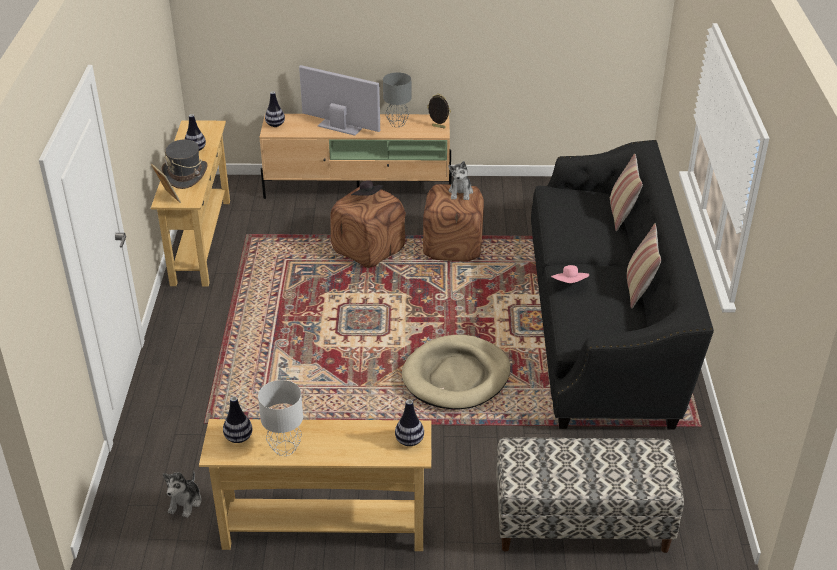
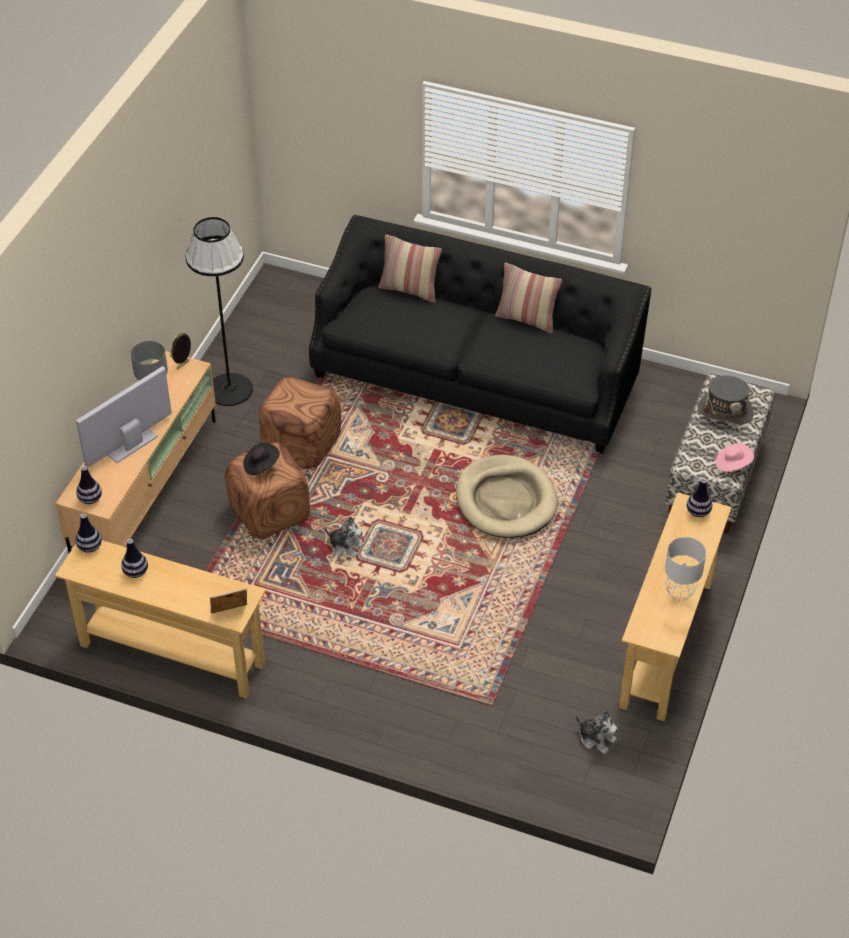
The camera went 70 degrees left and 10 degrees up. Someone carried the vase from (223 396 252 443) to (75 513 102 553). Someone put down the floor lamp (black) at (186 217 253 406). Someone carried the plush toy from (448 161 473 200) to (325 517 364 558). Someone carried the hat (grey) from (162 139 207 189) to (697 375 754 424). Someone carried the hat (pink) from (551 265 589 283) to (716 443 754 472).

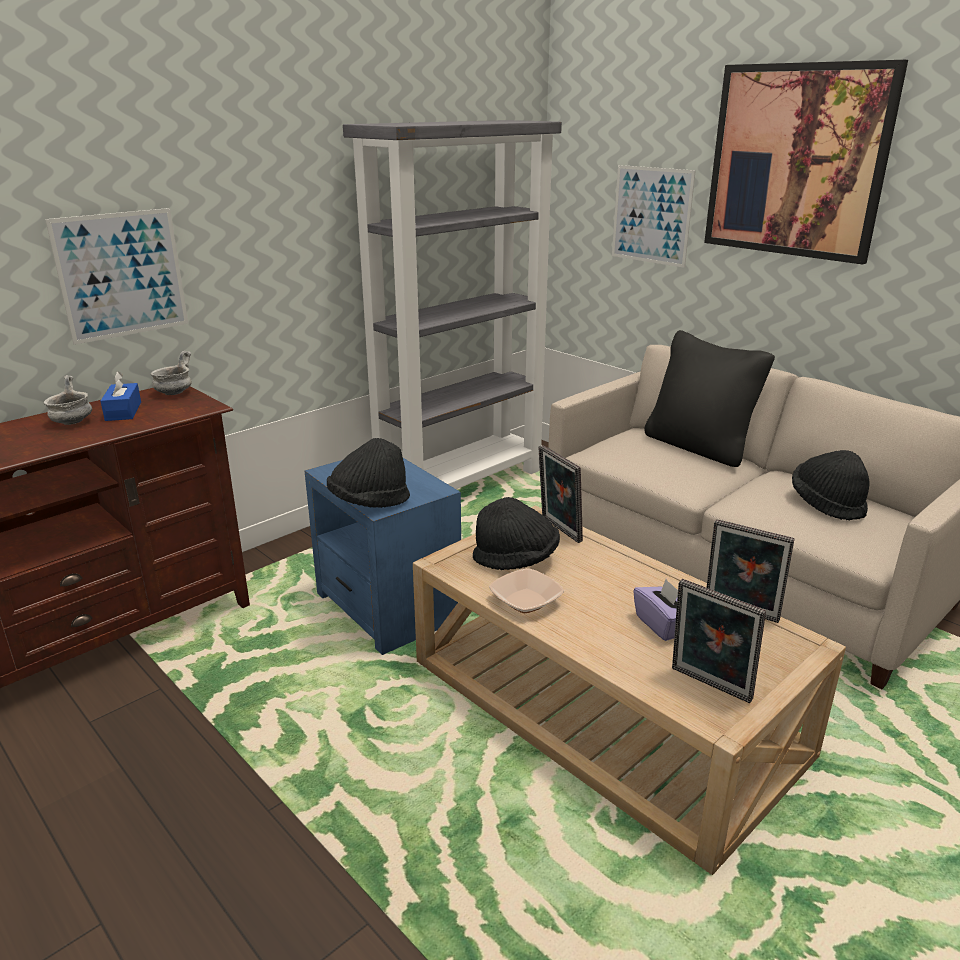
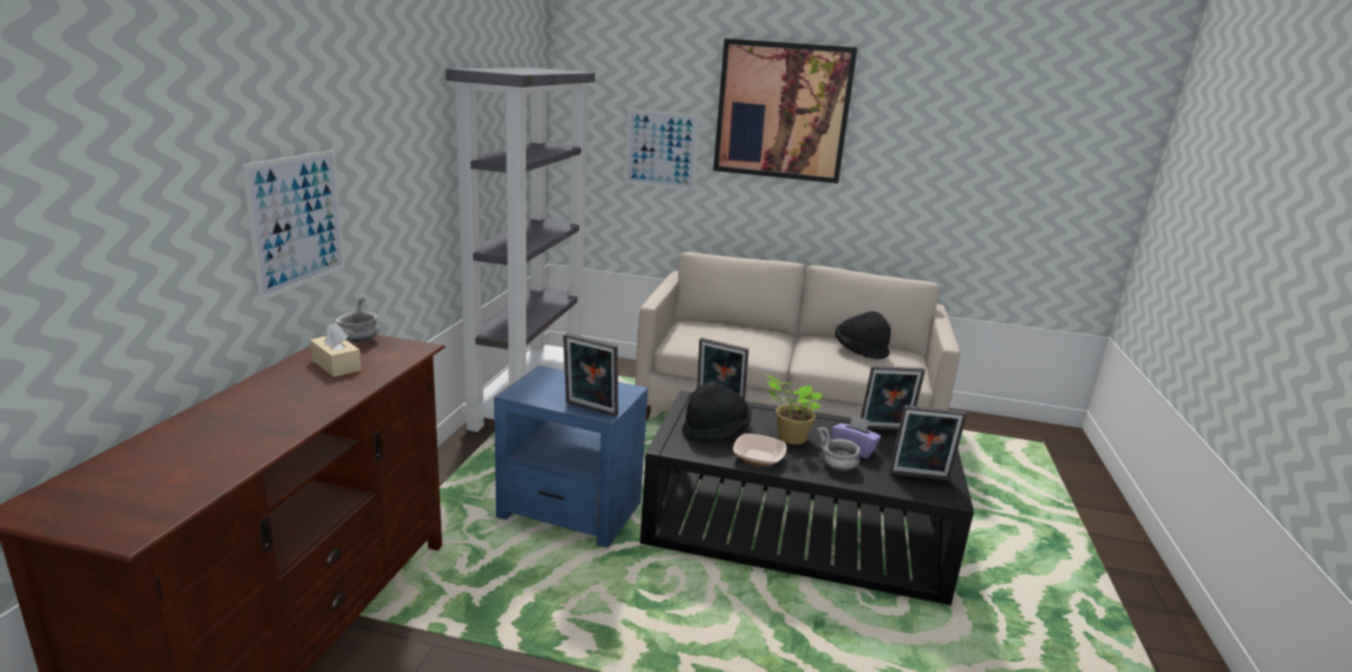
The camera went 35 degrees left and 5 degrees down. Someone repainted the tissue box (blue) at (101 371 141 421), which became the tissue box (beige) at (310 323 362 377). Someone swapped the hat (black) at (327 438 410 508) for the picture frame at (563 333 618 417). Someone repainted the coffee table (beige) at (413 506 846 875), which became the coffee table (black) at (640 391 974 605). Someone put down the potted plant at (765 374 822 445). Someone carried the bowl (grey) from (44 375 92 425) to (817 427 860 471). Someone took away the pillow (black) at (644 330 775 467).

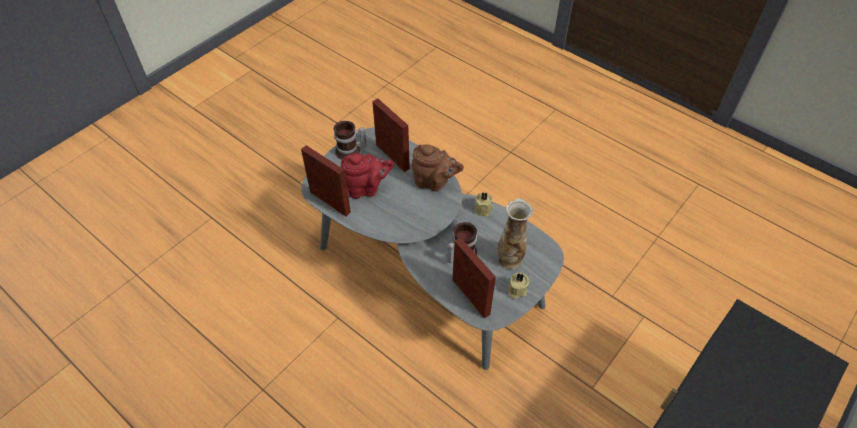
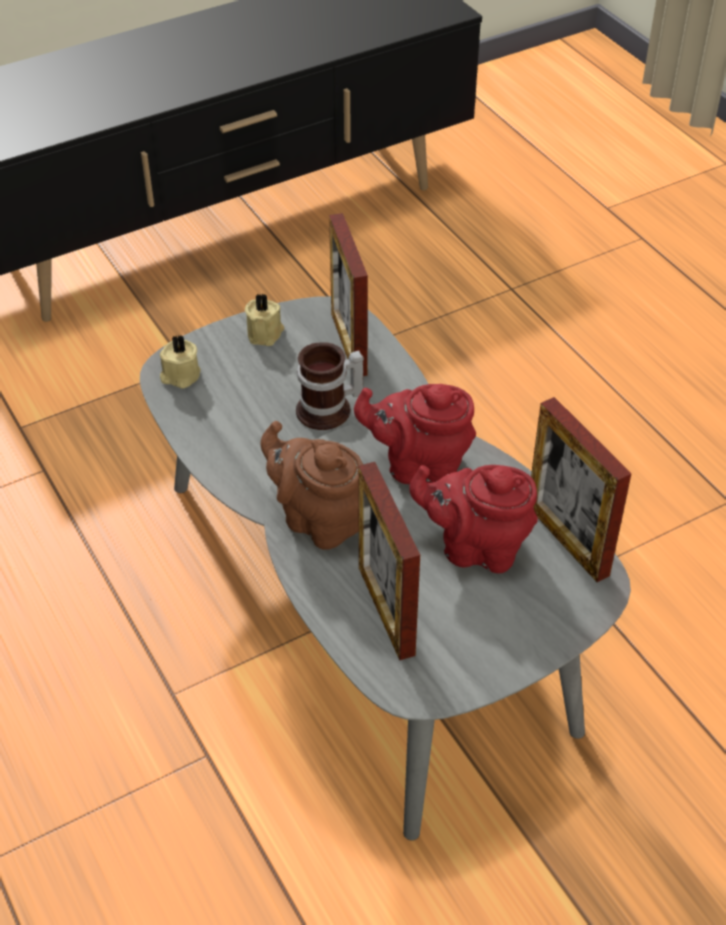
The camera went 160 degrees left and 5 degrees down. Someone carried the candle (beige) from (475 192 493 216) to (160 334 201 389). Someone put down the teapot (red) at (354 384 476 484). Someone took away the mug at (334 121 367 160). Someone took away the vase at (498 198 534 269).

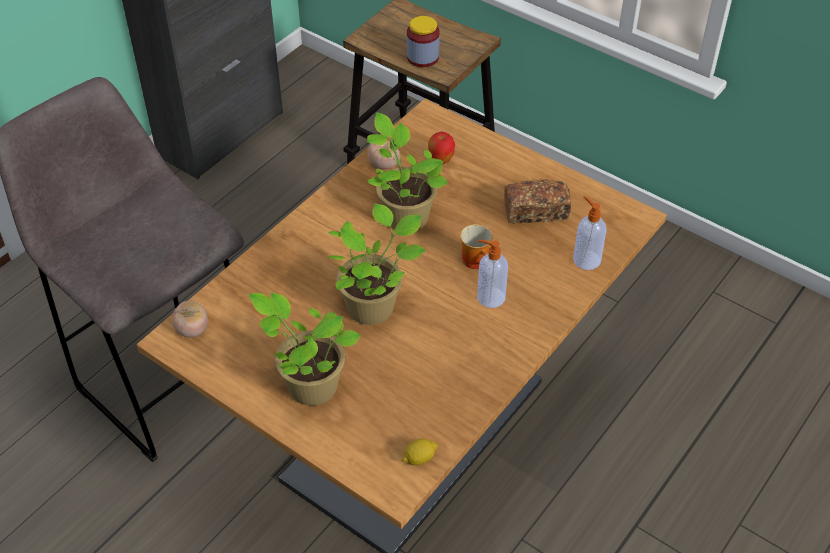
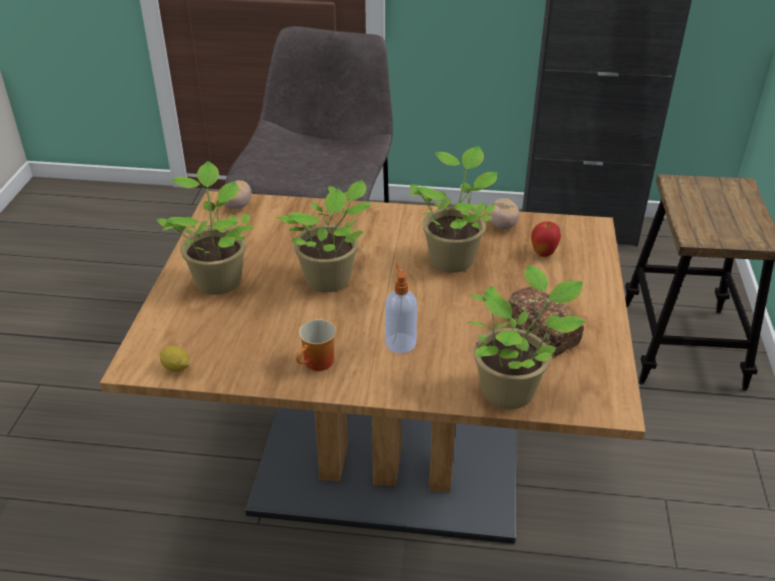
The camera went 60 degrees right and 10 degrees down. Someone carried the mug from (460 224 493 269) to (296 319 336 371). Someone swapped the soap dispenser at (573 196 607 270) for the potted plant at (468 265 585 409). Someone took away the jar at (407 16 440 67).

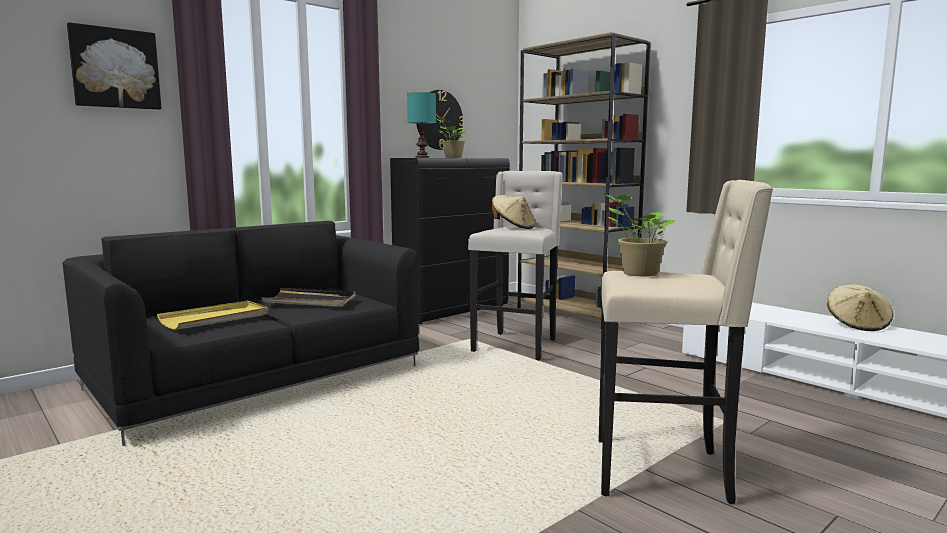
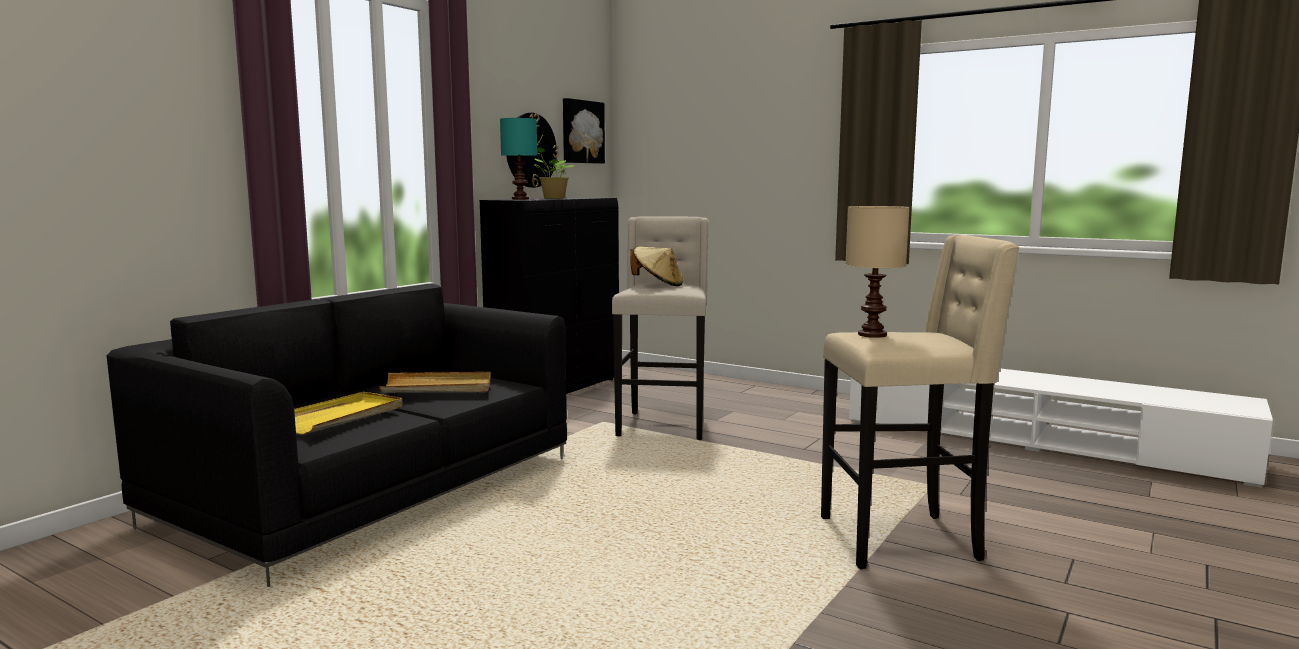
The camera went 15 degrees left and 0 degrees up. Someone repainted the tray (black) at (260 288 356 307), which became the tray (beige) at (379 372 491 393). Someone carried the picture from (67 22 162 110) to (563 98 605 164). Someone swapped the potted plant at (604 194 675 276) for the table lamp (beige) at (845 206 910 338). Someone took away the bookcase (brown) at (518 32 651 325). Someone took away the hat (beige) at (827 284 893 331).

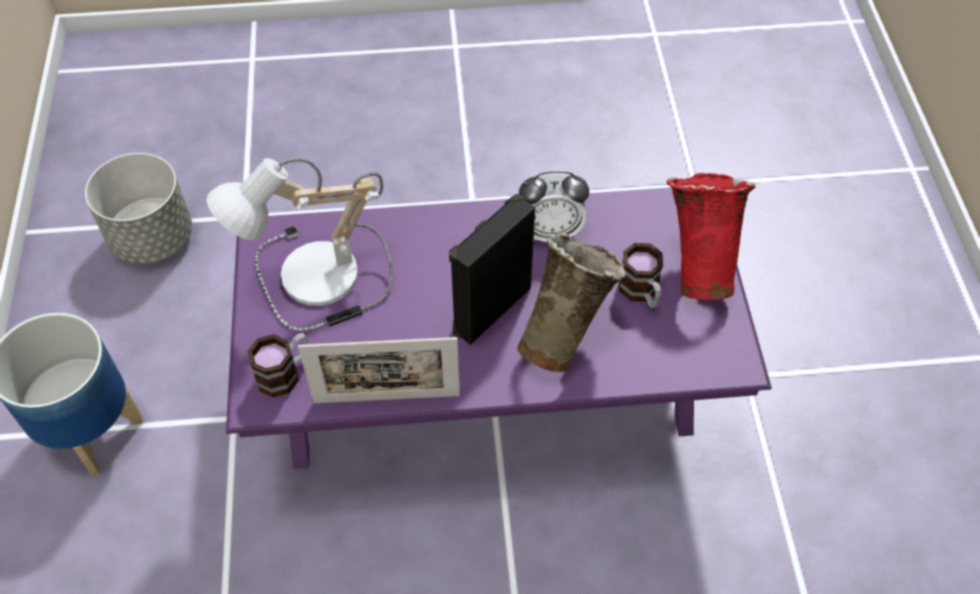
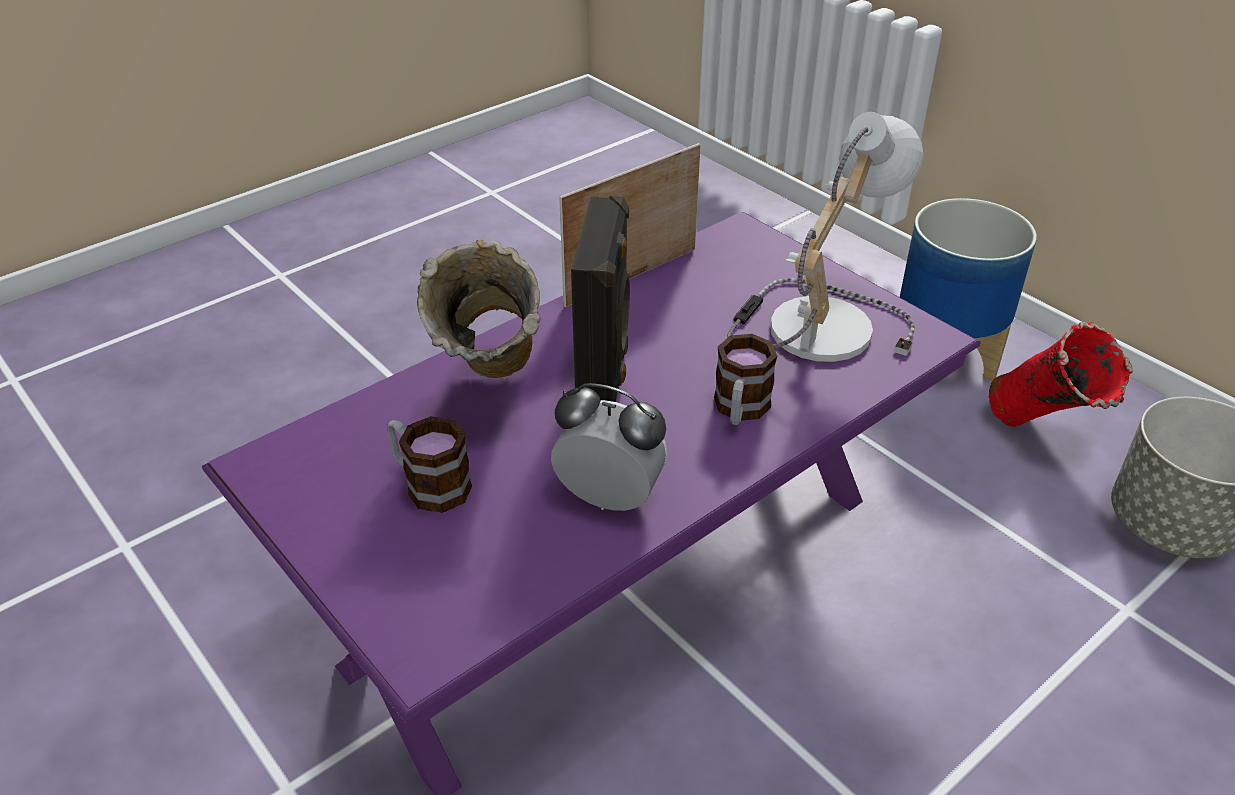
The camera went 145 degrees right and 15 degrees down. Someone rotated the alarm clock at (519 171 589 242) by 60 degrees clockwise. Someone carried the mug from (247 333 308 397) to (714 334 777 425). Someone carried the vase (red) from (667 173 755 300) to (989 322 1133 427).

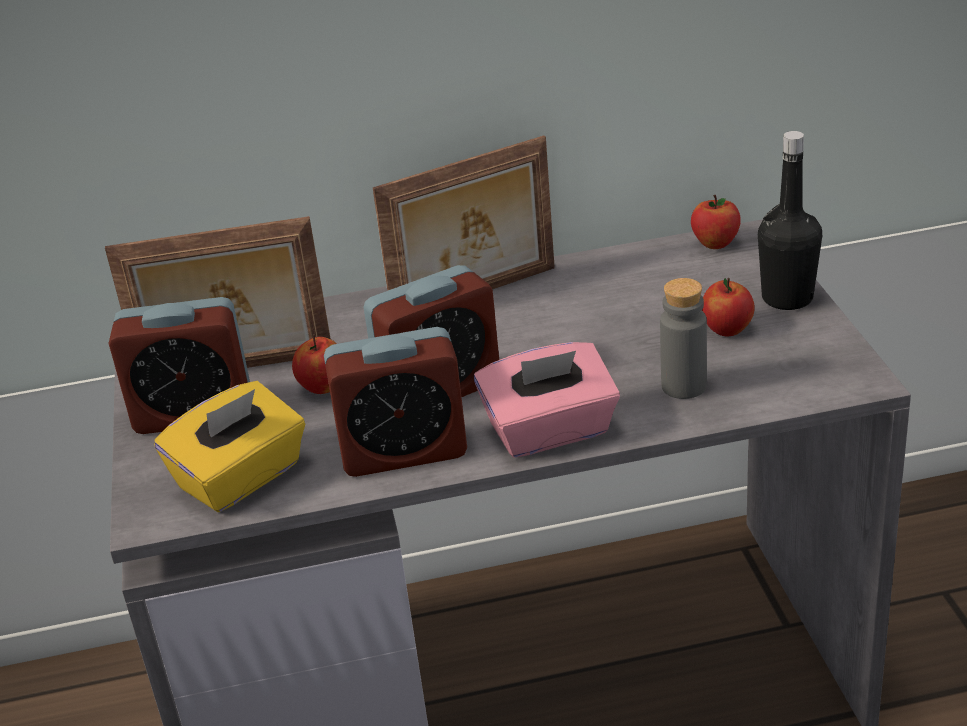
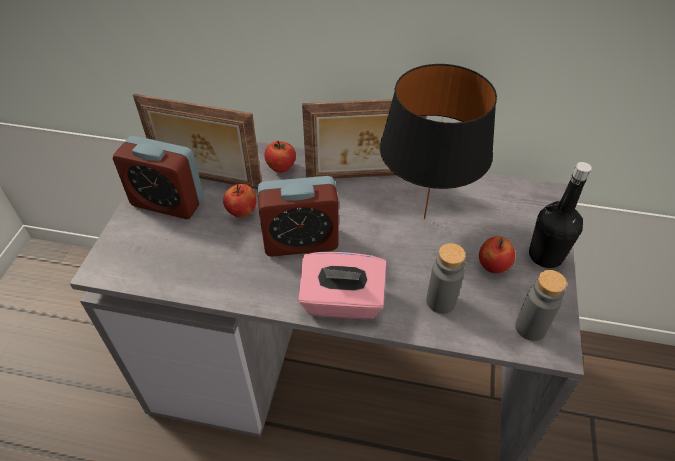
The camera went 20 degrees right and 15 degrees up. Someone carried the apple from (691 195 741 249) to (264 141 296 173). Someone put down the table lamp (black) at (380 64 497 219). Someone put down the bottle (grey) at (515 270 567 341). Someone took away the tissue box (yellow) at (154 381 305 512). Someone took away the alarm clock at (324 327 467 477).

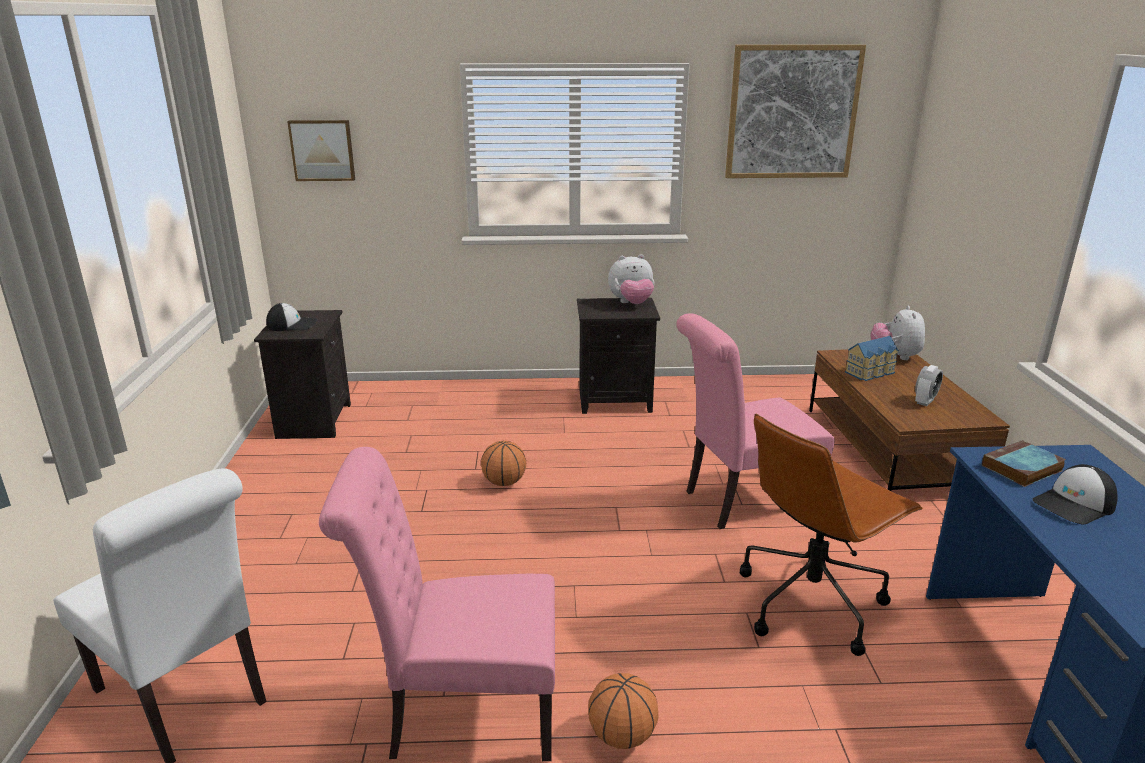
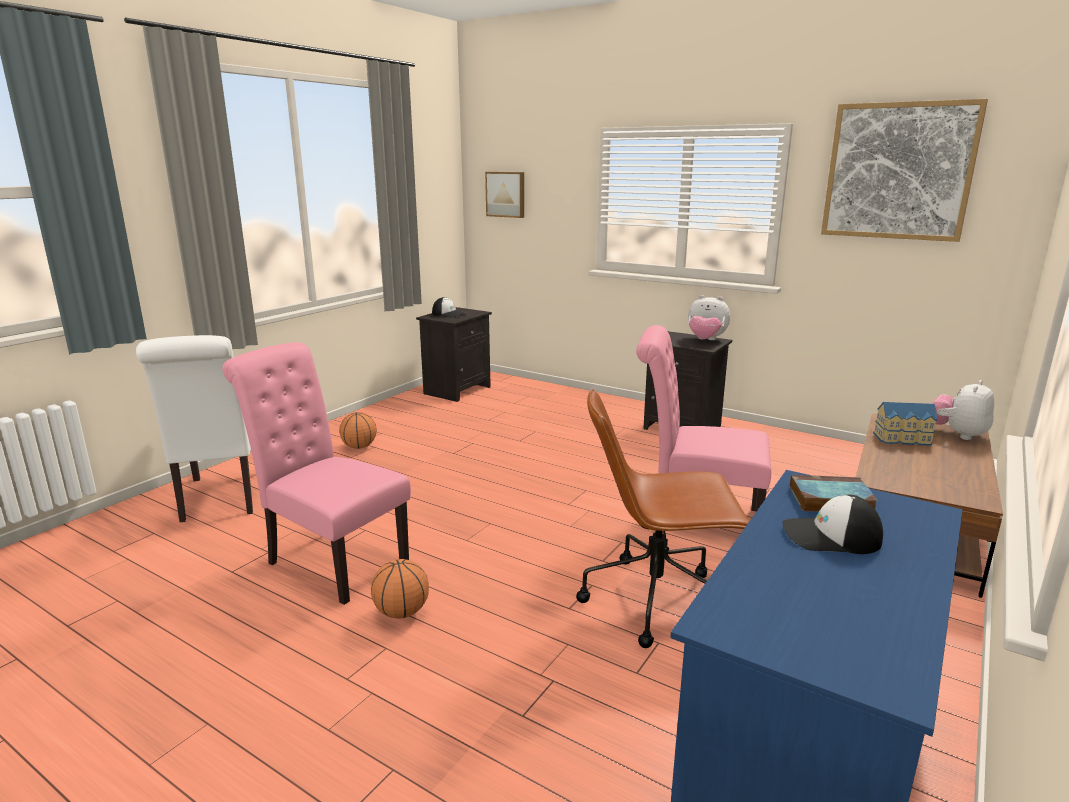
The camera went 35 degrees right and 5 degrees down. Someone carried the basketball from (481 441 526 486) to (339 412 377 449). Someone took away the alarm clock at (915 365 943 406).

